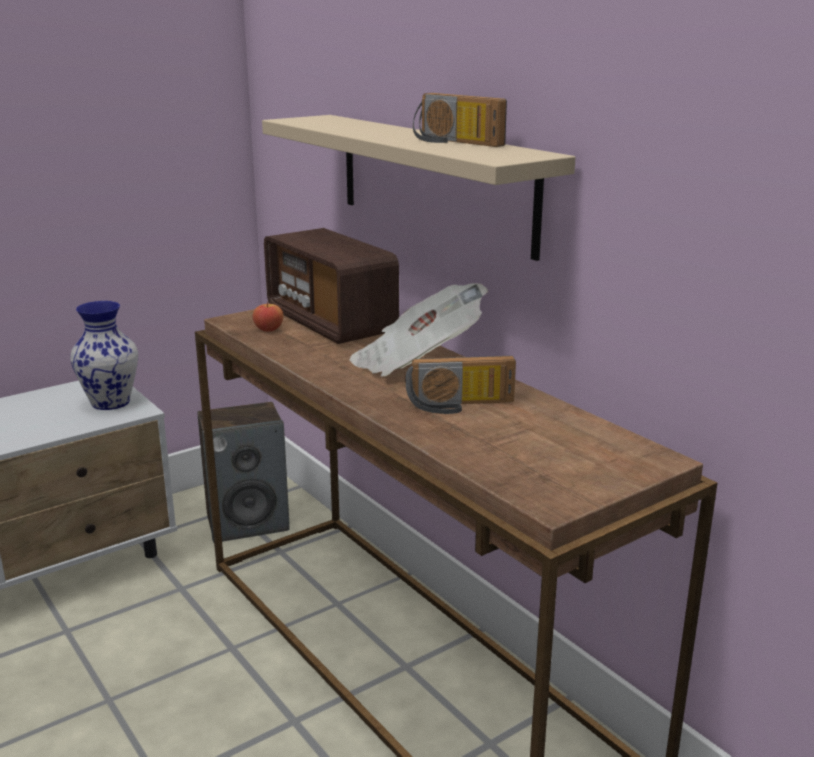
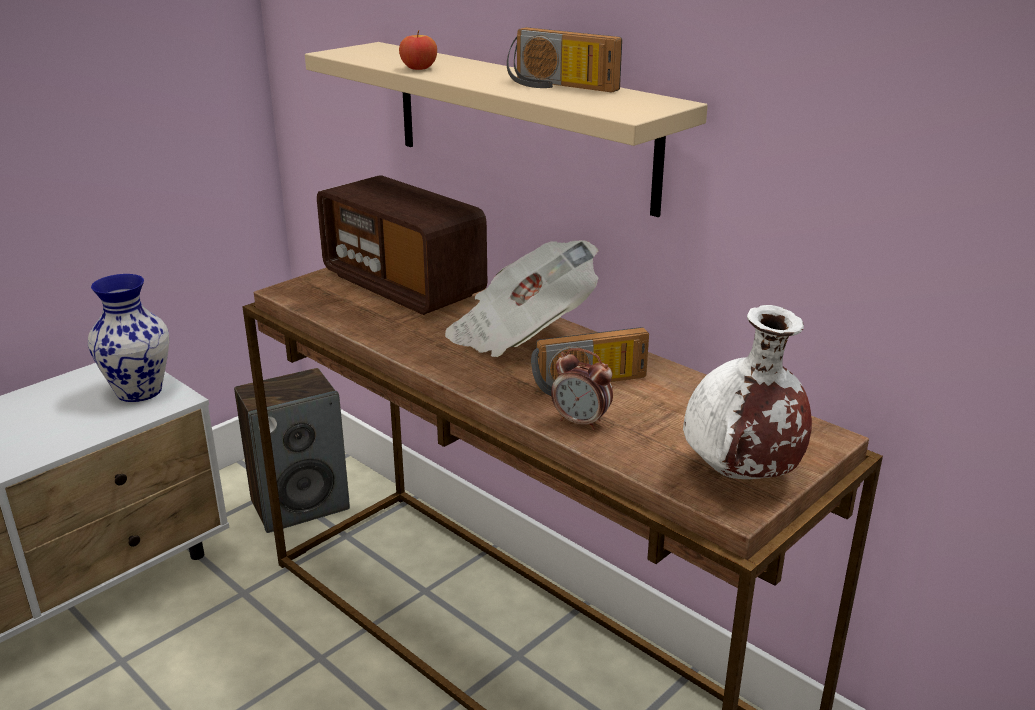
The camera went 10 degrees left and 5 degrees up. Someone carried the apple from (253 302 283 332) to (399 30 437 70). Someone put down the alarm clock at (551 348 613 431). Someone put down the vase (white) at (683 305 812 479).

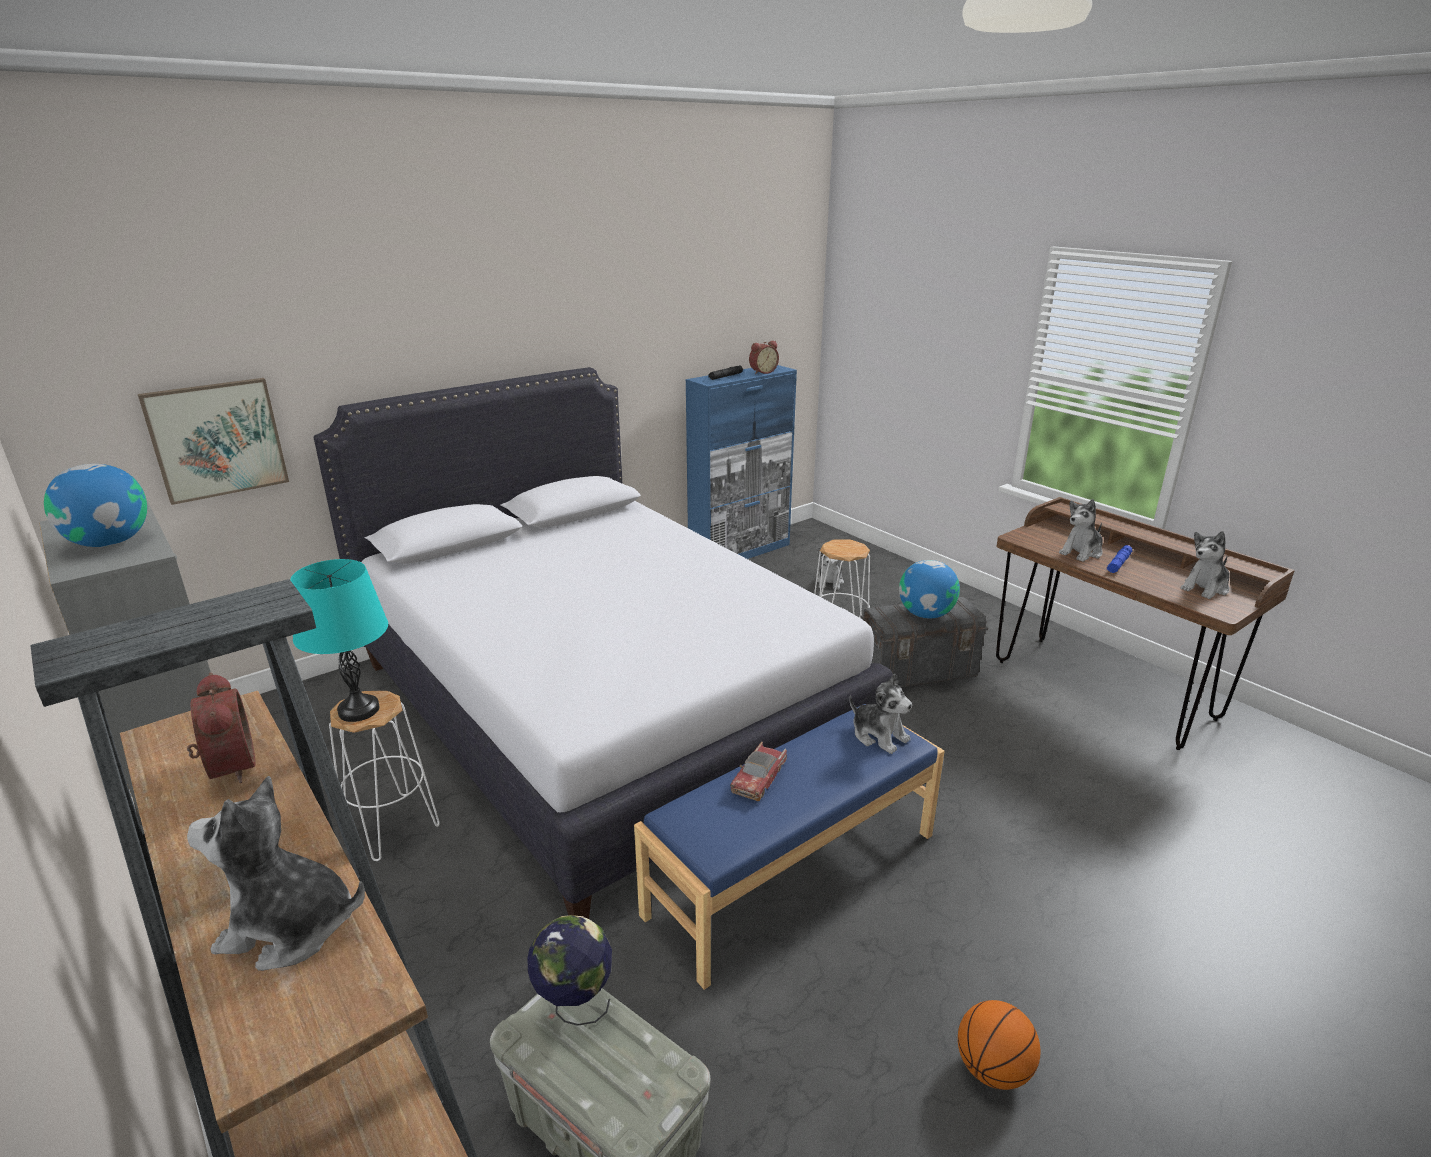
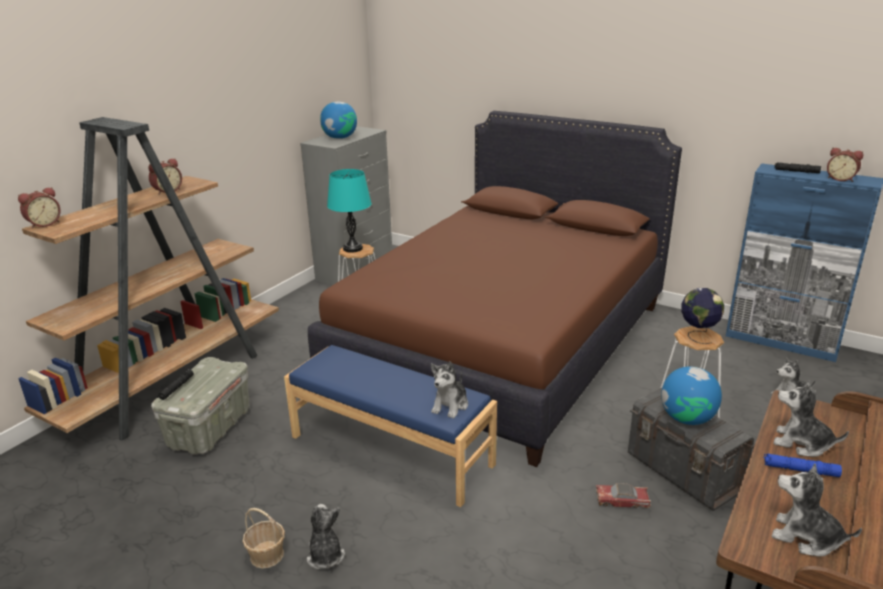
The camera went 70 degrees right and 0 degrees up. Someone put down the alarm clock at (18 187 61 229). Someone put down the flashlight (black) at (157 369 194 400). Someone swapped the basketball at (958 1000 1040 1090) for the basket at (242 508 285 569). Someone carried the plush toy from (187 776 365 971) to (307 504 345 569). Someone repainted the bed (white) at (314 367 893 919), which became the bed (brown) at (308 111 682 467). Someone carried the toy car from (730 742 787 801) to (596 483 651 509). Someone carried the globe from (528 915 612 1026) to (681 288 724 344). Someone took away the picture at (138 378 289 505).

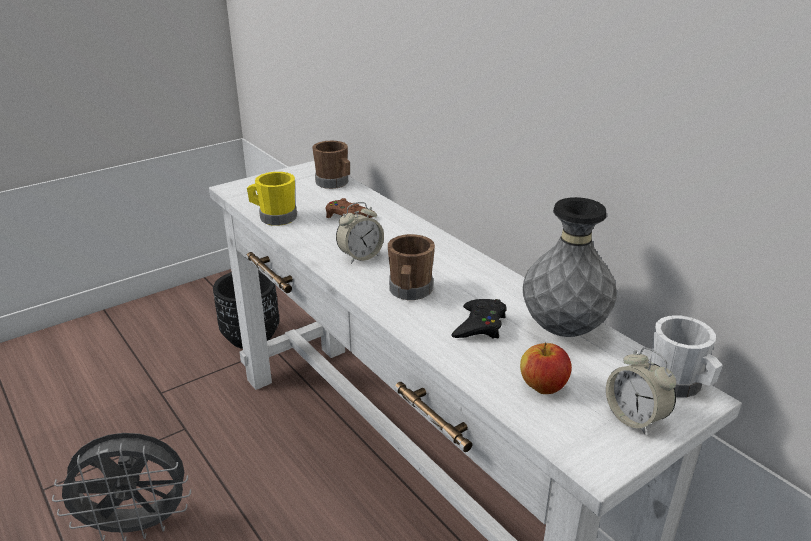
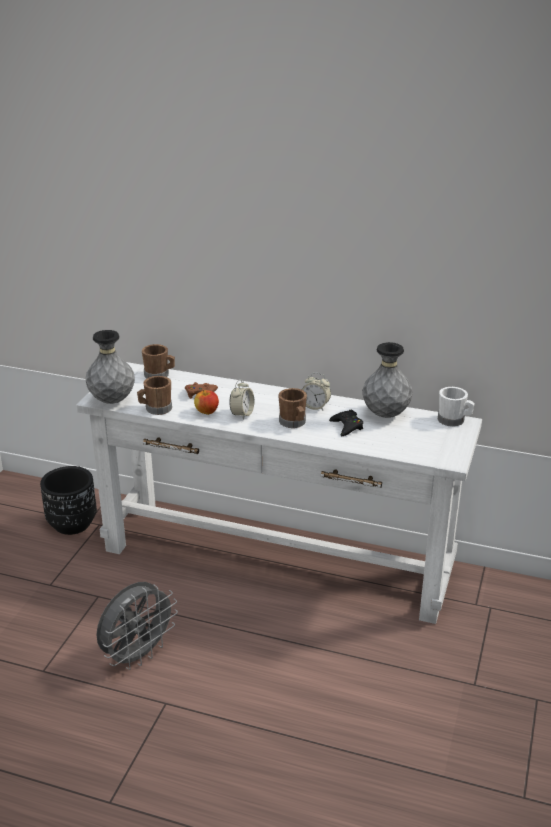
The camera went 35 degrees left and 0 degrees up. Someone put down the vase (grey) at (85 330 135 404). Someone repainted the mug (yellow) at (247 172 297 226), which became the mug (brown) at (137 376 172 415). Someone carried the apple from (520 343 572 394) to (194 390 219 415). Someone carried the alarm clock from (606 347 676 435) to (302 373 331 410).

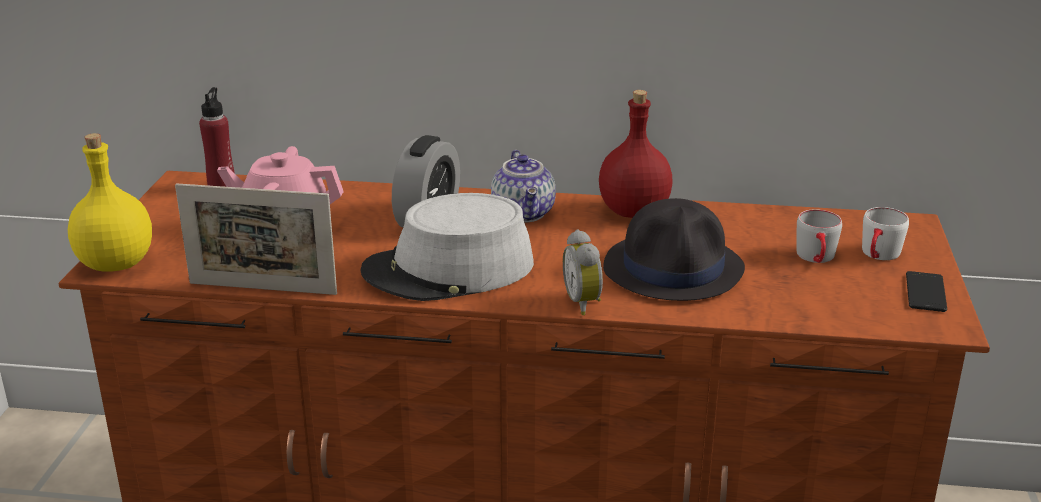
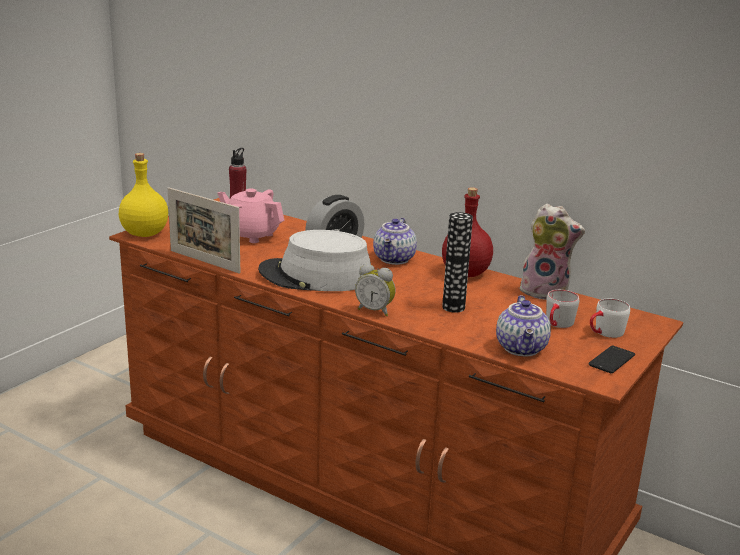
The camera went 25 degrees right and 5 degrees down. Someone rotated the alarm clock at (563 229 603 315) by 75 degrees counterclockwise. Someone swapped the hat (black) at (603 198 745 301) for the vase at (442 212 473 313). Someone put down the teapot at (496 295 551 356). Someone put down the plush toy at (520 203 585 300).

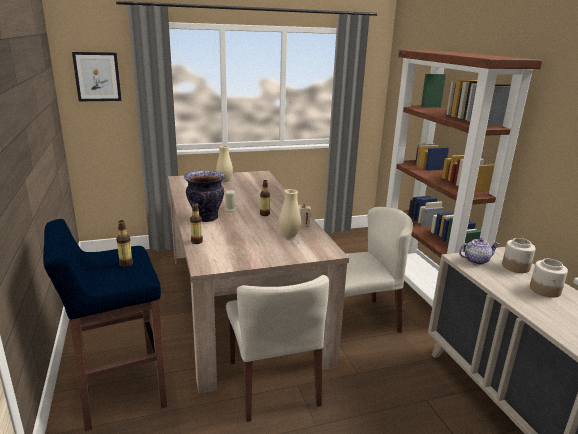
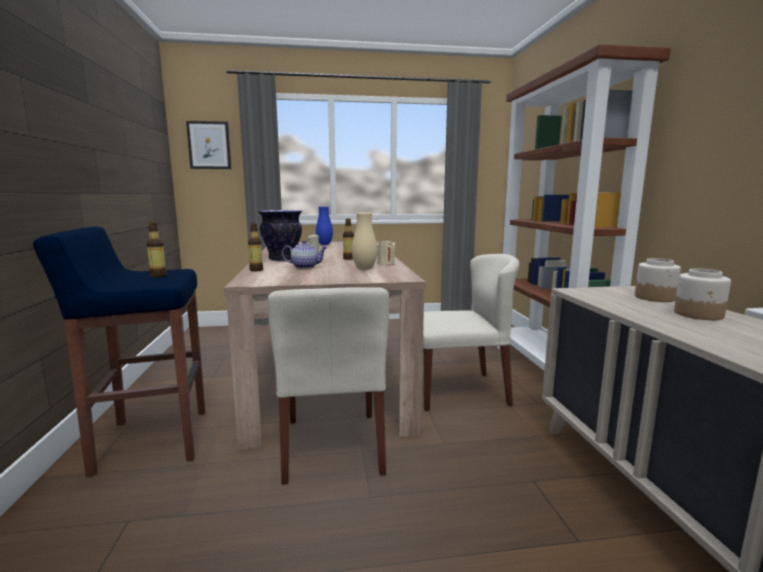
The camera went 10 degrees right and 10 degrees down. Someone carried the teapot from (459 238 500 265) to (282 240 328 269). Someone repainted the vase (beige) at (216 145 233 182), which became the vase (blue) at (316 207 333 245).

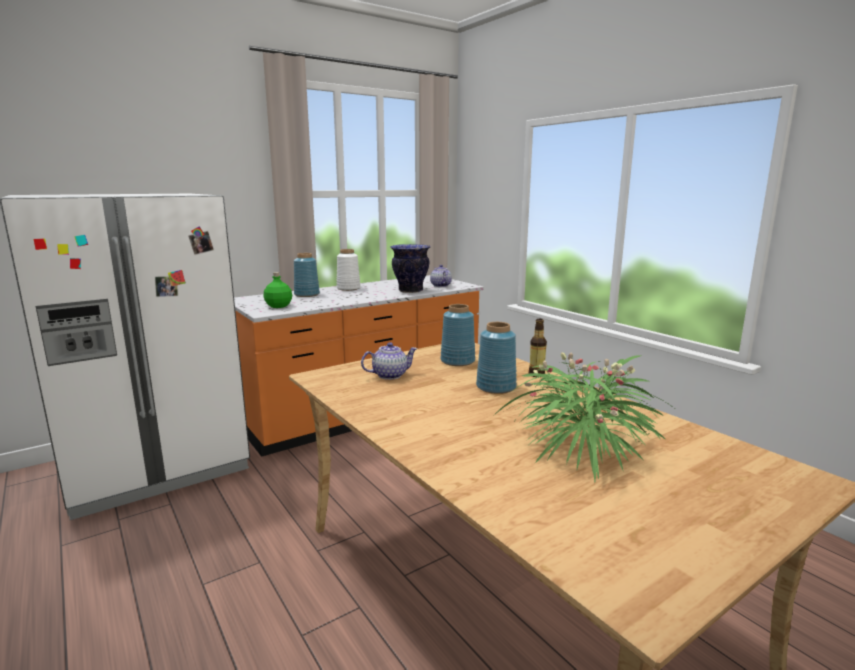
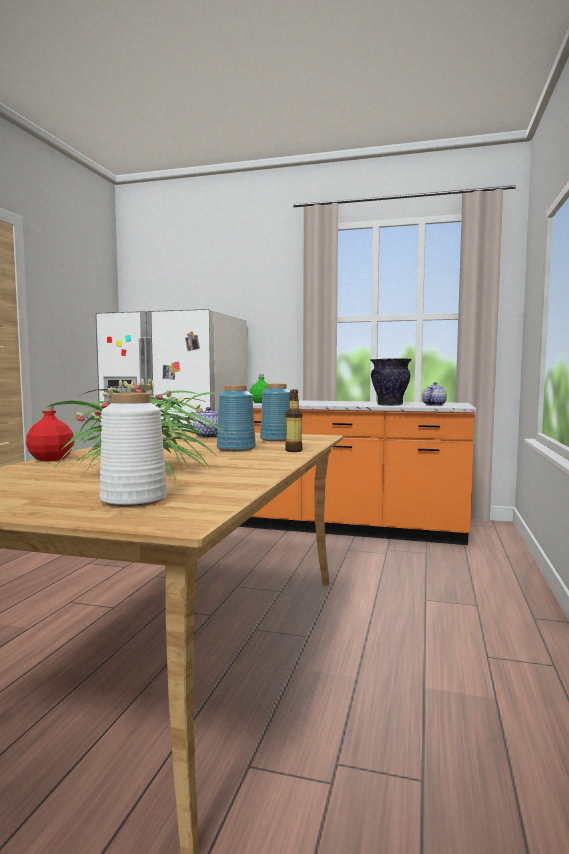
The camera went 50 degrees right and 10 degrees down. Someone put down the bottle (red) at (26 405 74 461). Someone carried the vase (white) from (337 249 361 291) to (99 393 167 507). Someone took away the vase (blue) at (294 253 320 297).

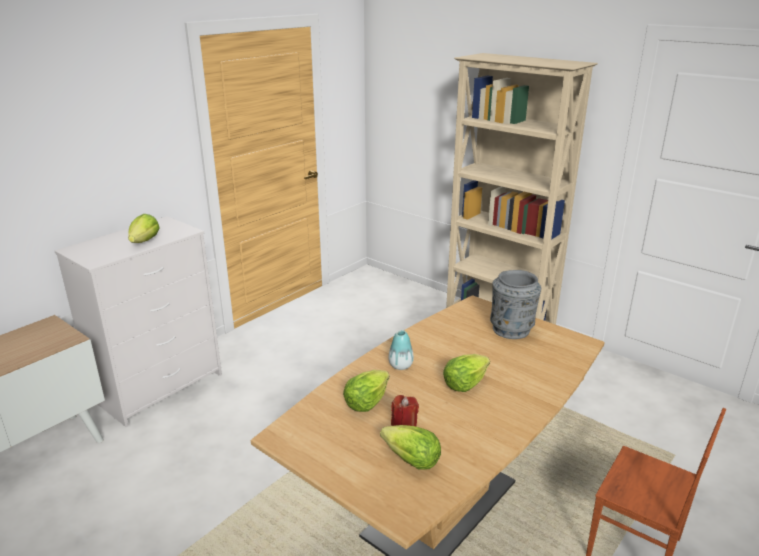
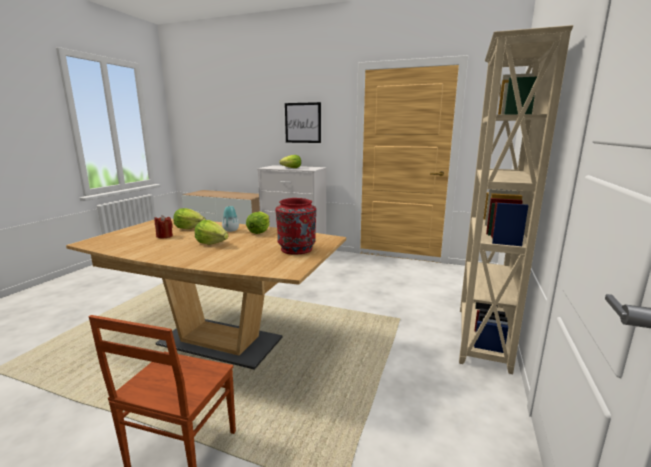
The camera went 70 degrees right and 10 degrees down. Someone carried the lettuce from (380 425 441 469) to (246 212 270 234). Someone repainted the vase (grey) at (490 270 541 339), which became the vase (red) at (275 198 316 254). Someone put up the picture at (285 102 321 143).

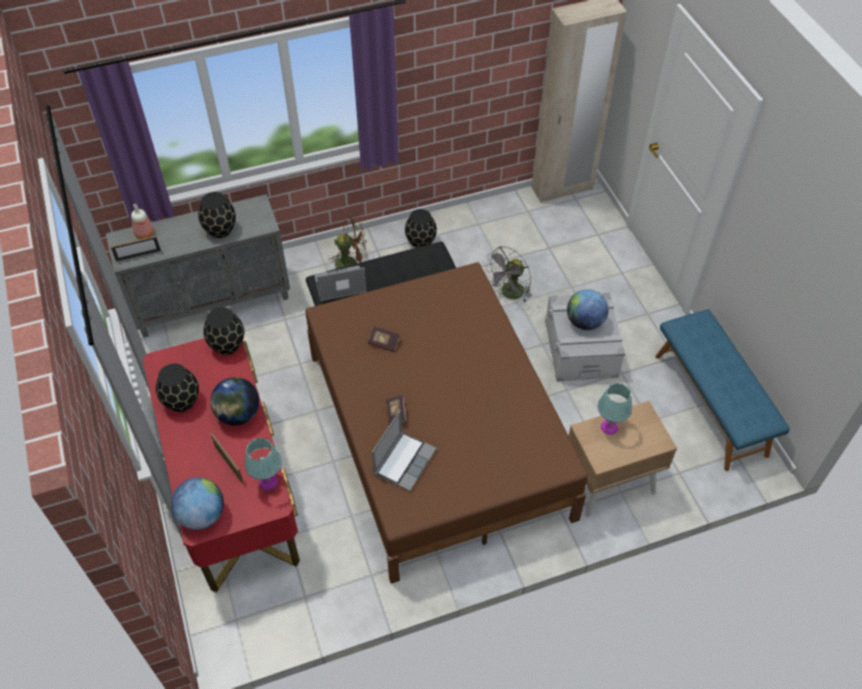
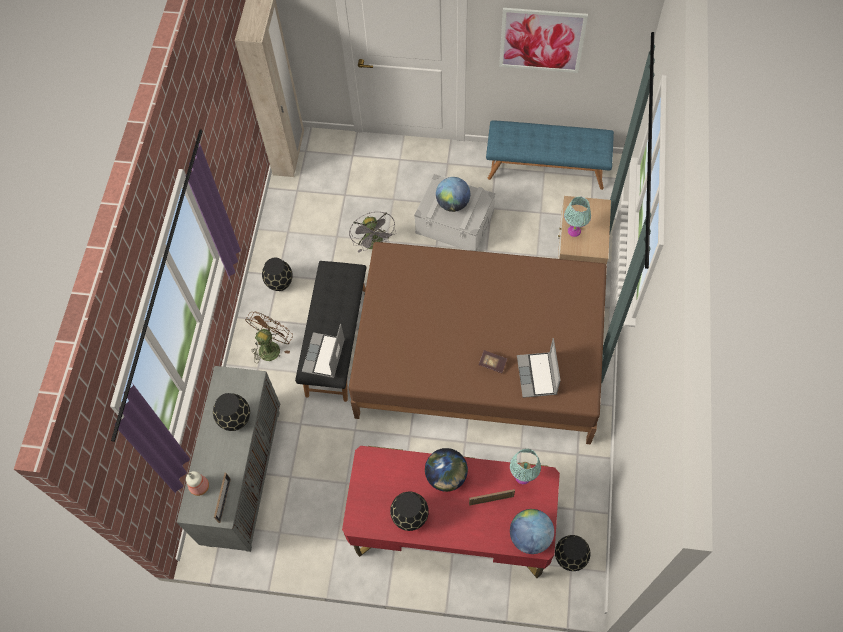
The camera went 60 degrees left and 10 degrees up. Someone put up the picture at (499 8 588 73). Someone rotated the laptop at (372 410 437 491) by 150 degrees counterclockwise. Someone carried the vase (black) from (203 307 244 355) to (555 535 590 571). Someone took away the book at (368 326 400 352).

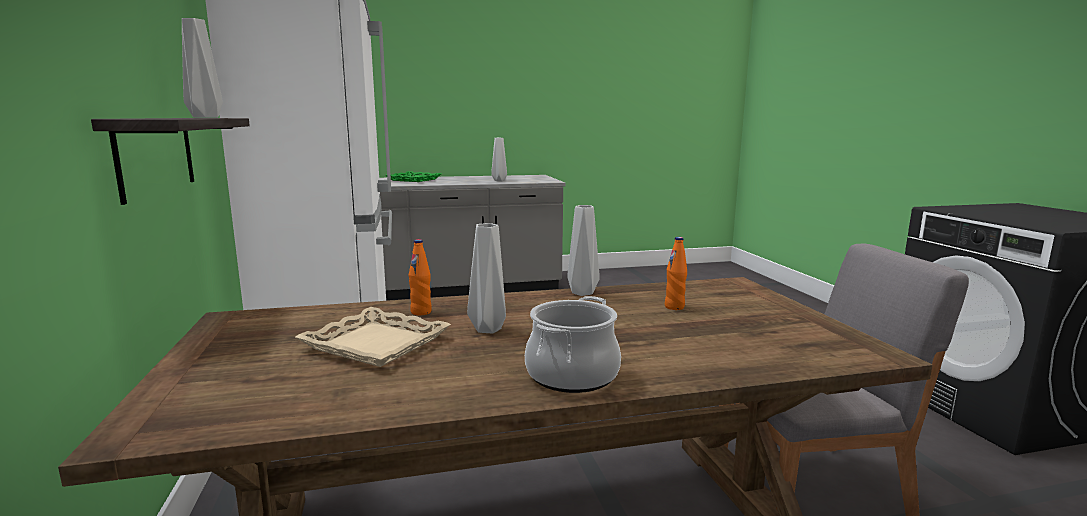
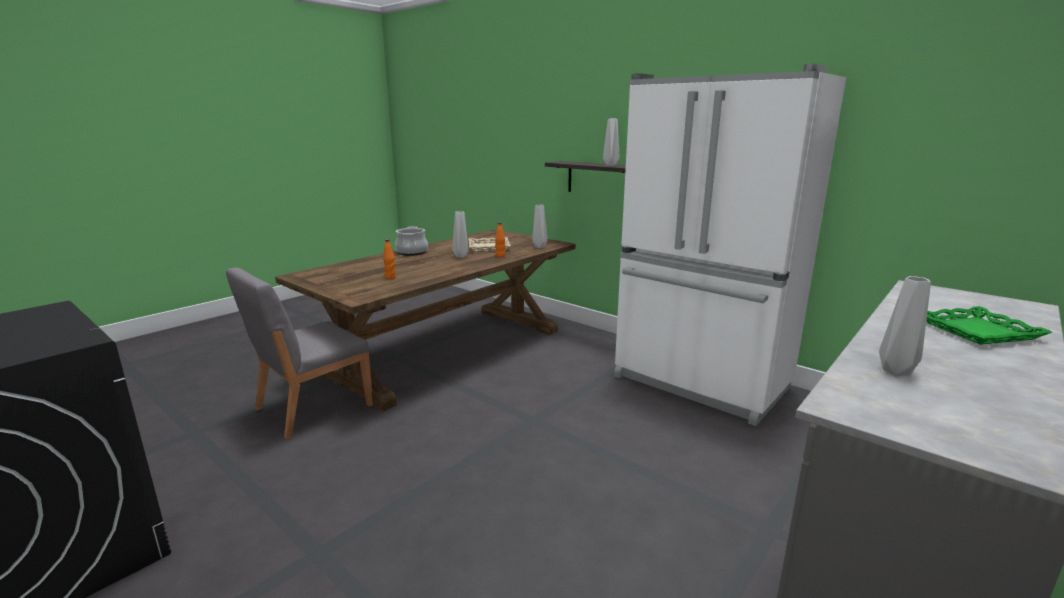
The camera went 145 degrees right and 5 degrees up. Someone carried the vase (grey) from (567 205 600 296) to (532 205 548 248).

